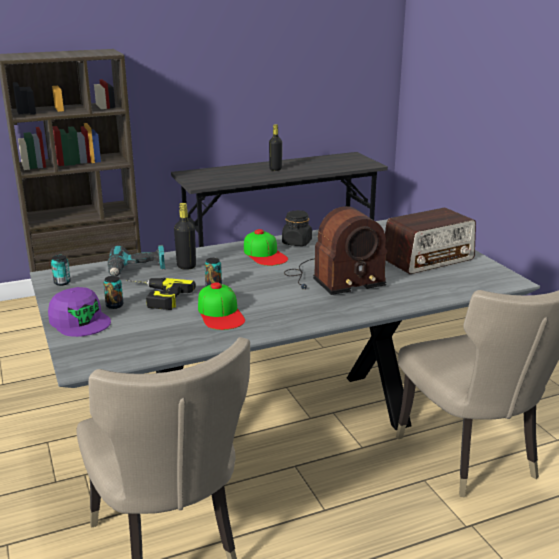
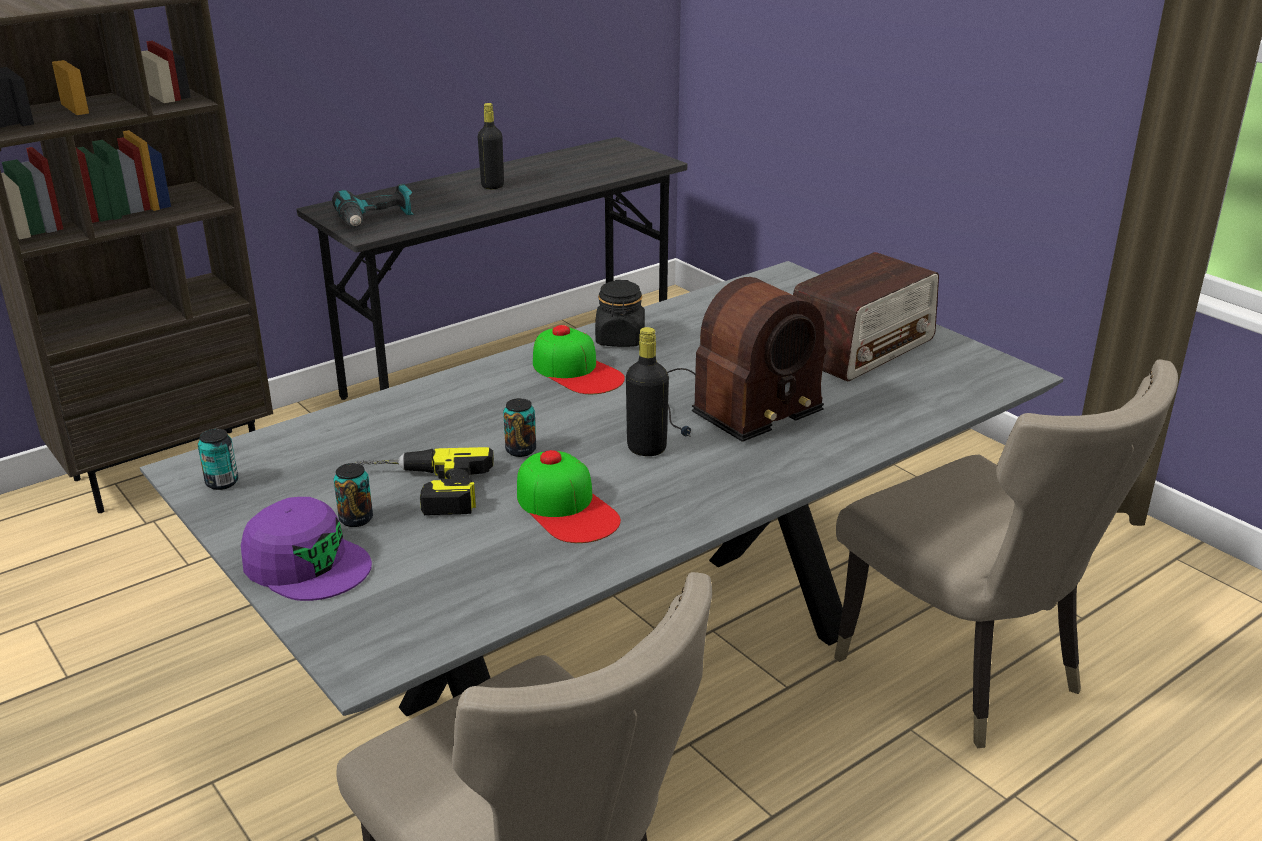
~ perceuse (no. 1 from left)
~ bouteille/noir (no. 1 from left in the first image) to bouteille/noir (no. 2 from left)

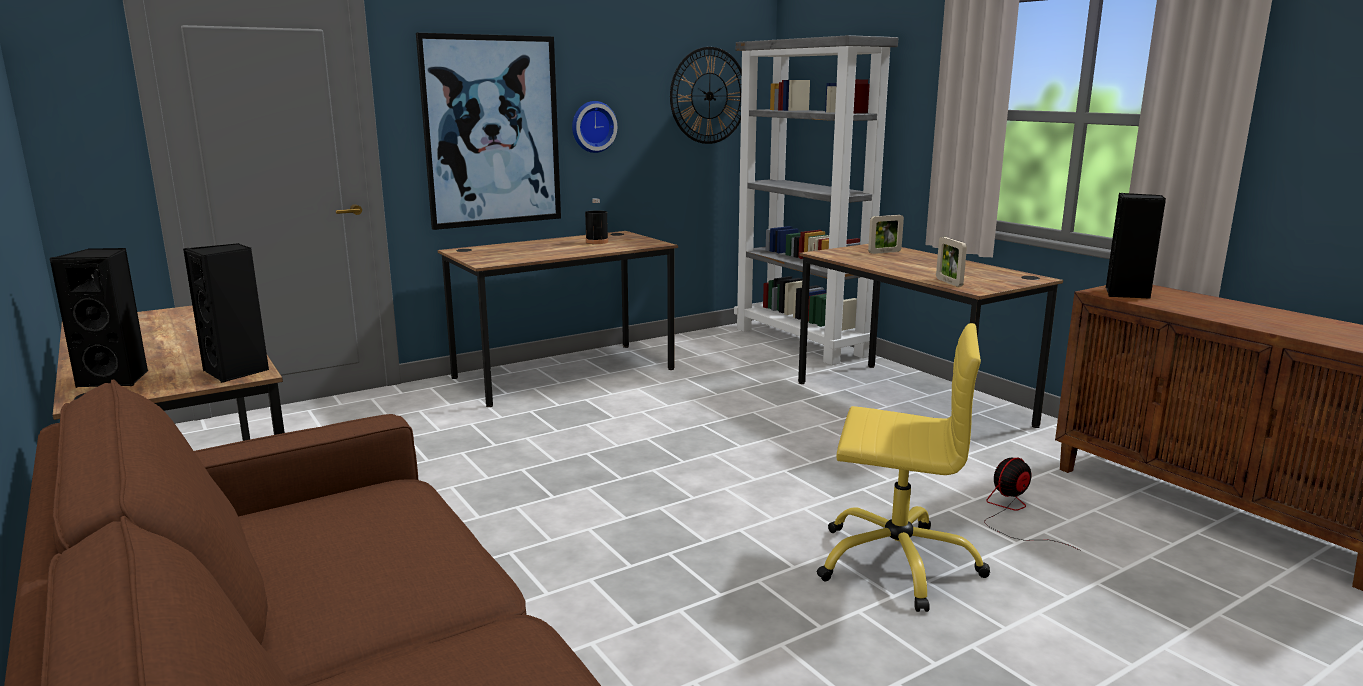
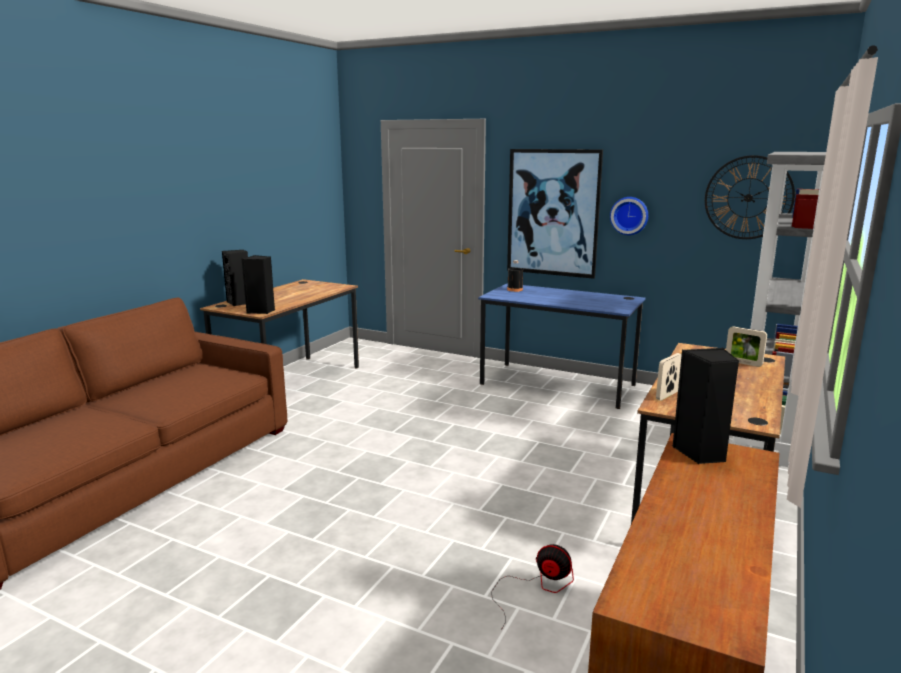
~ bureau/marron (no. 2 from left) to bureau/bleu
~ bouteille/noir
- chaise de bureau/jaune

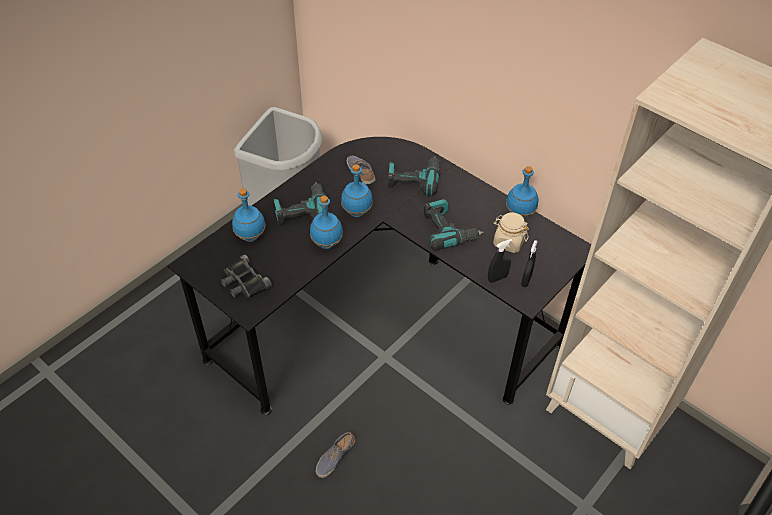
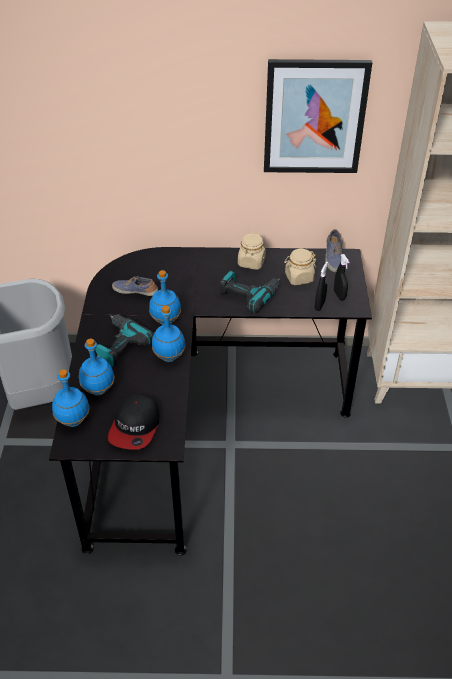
~ bouteille/bleu (no. 4 from left in the first image) to bouteille/bleu (no. 1 from left)
~ jumelles/noir to casquette
+ bocal/beige (no. 1 from left)
+ tableau
~ chaussure (no. 1 from left in the first image) to chaussure (no. 2 from left)
- perceuse (no. 2 from left)

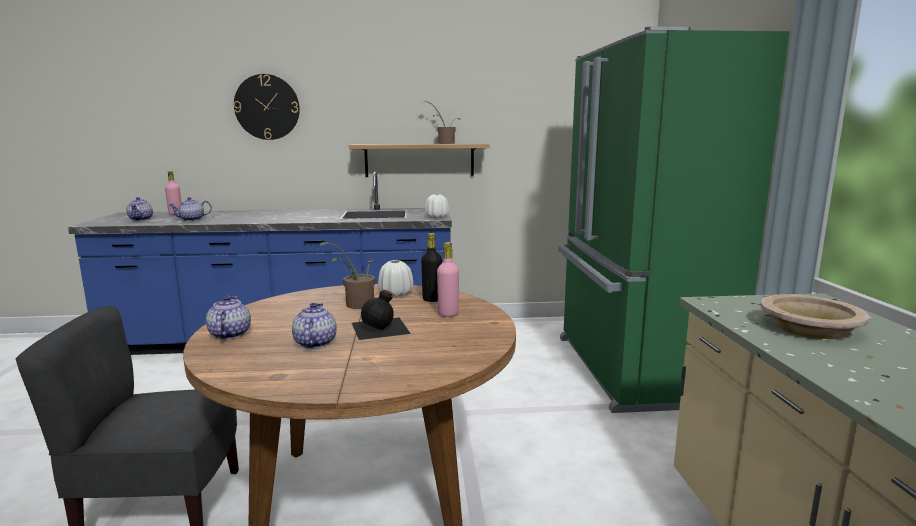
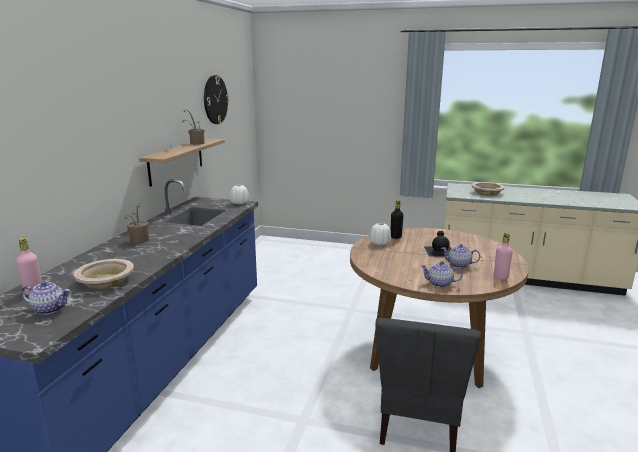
~ théière (no. 2 from left) to bol/beige (no. 1 from left)
~ plante en pot (no. 1 from left)
~ horloge murale
~ bouteille/rose (no. 2 from left)
- réfrigérateur/vert

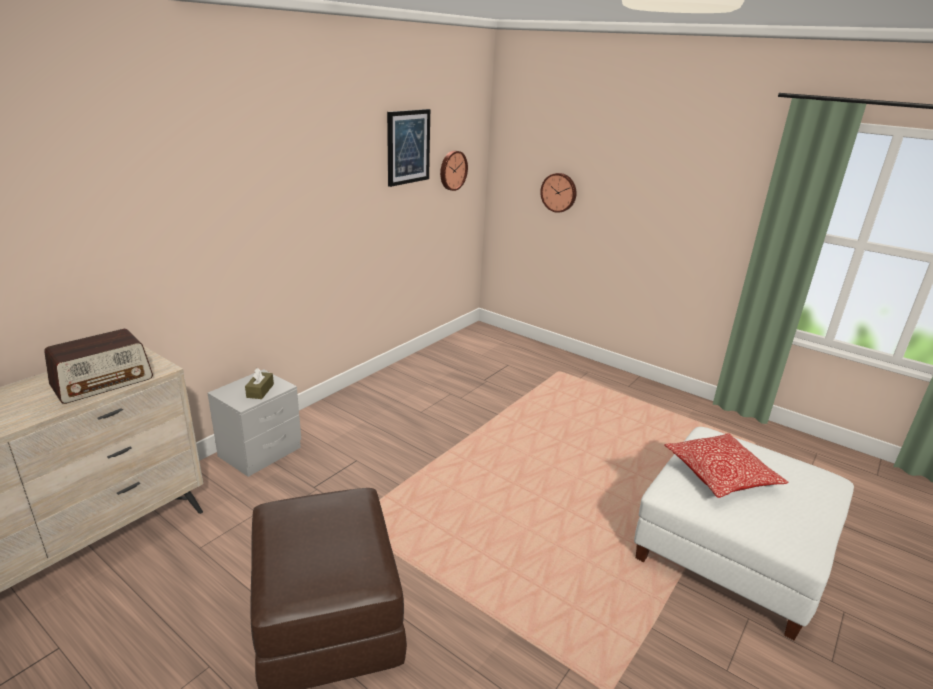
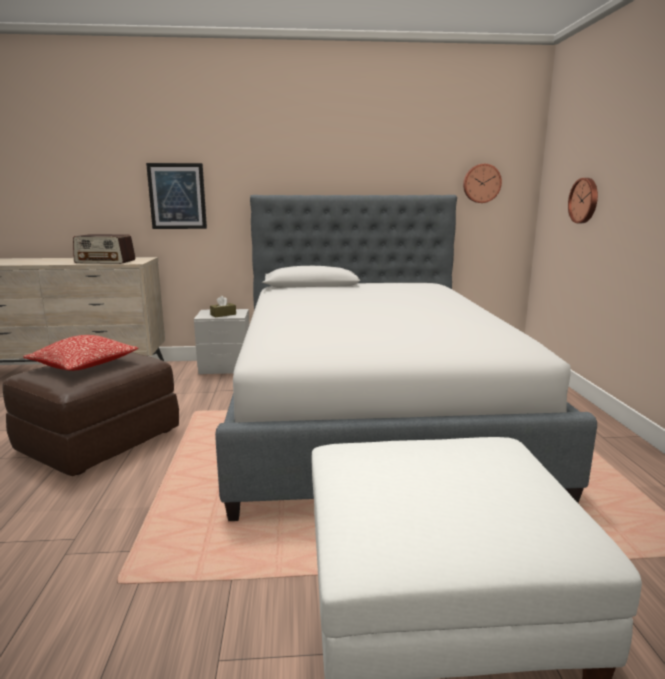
~ coussin
~ tableau
+ lit

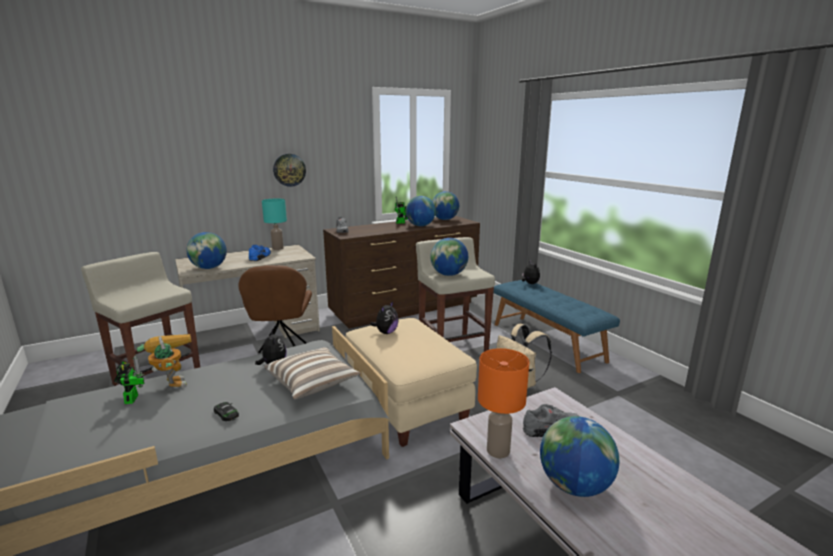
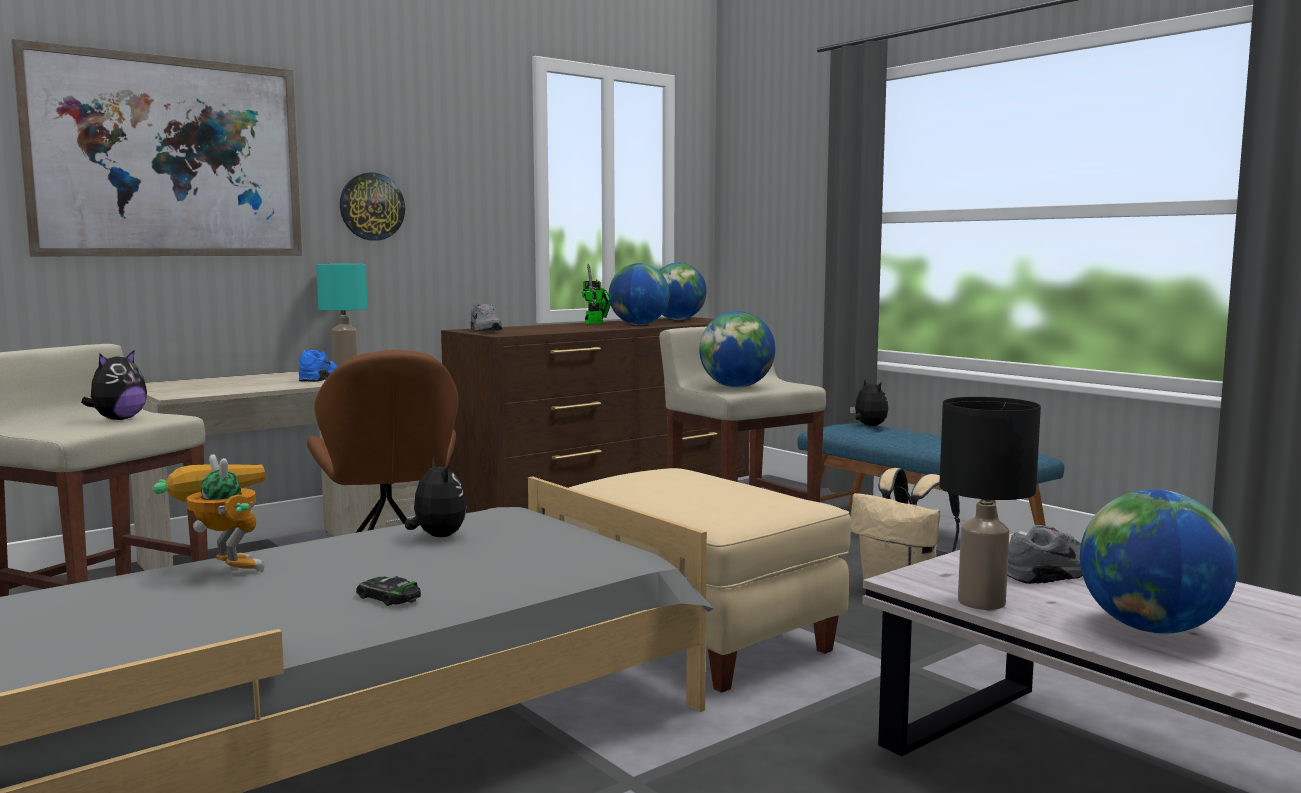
+ tableau
~ peluche (no. 2 from left in the first image) to peluche (no. 1 from left)
~ lampe de table/orange to lampe de table/noir
- robot jouet (no. 1 from left)
- globe (no. 1 from left)
- coussin

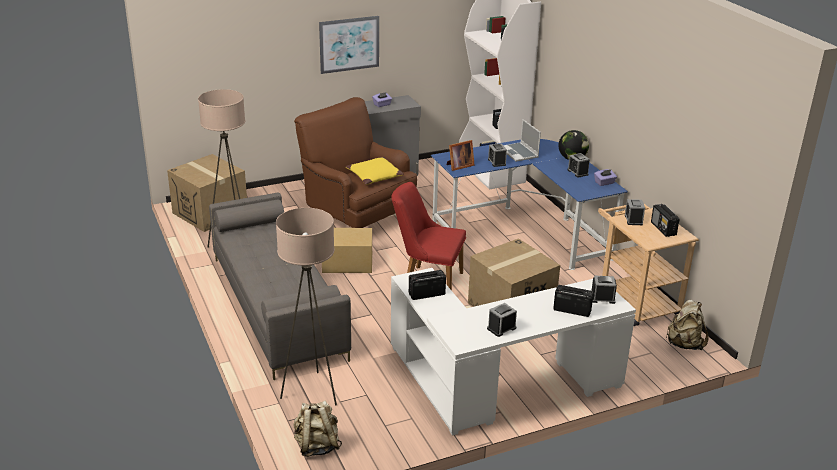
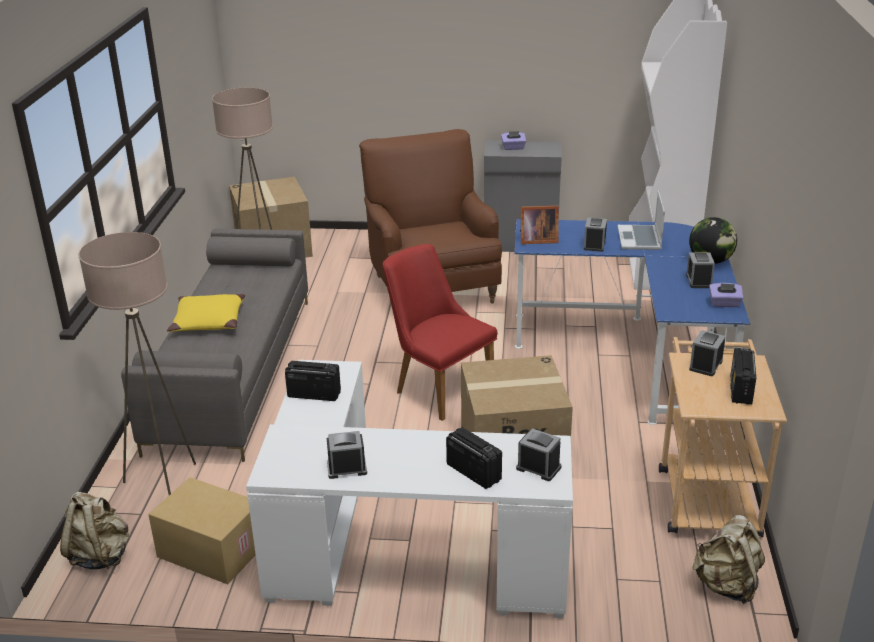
~ carton (no. 2 from left in the first image) to carton (no. 1 from left)
~ coussin/jaune
- tableau

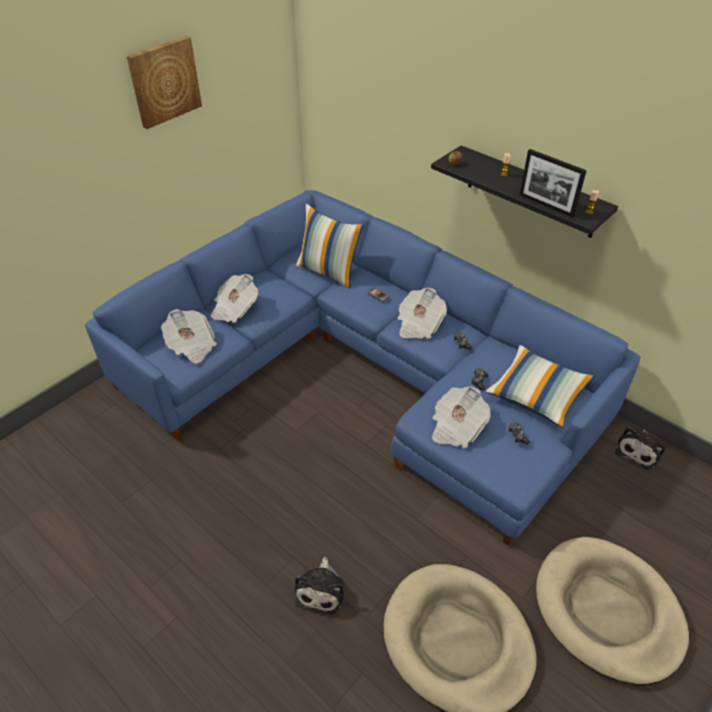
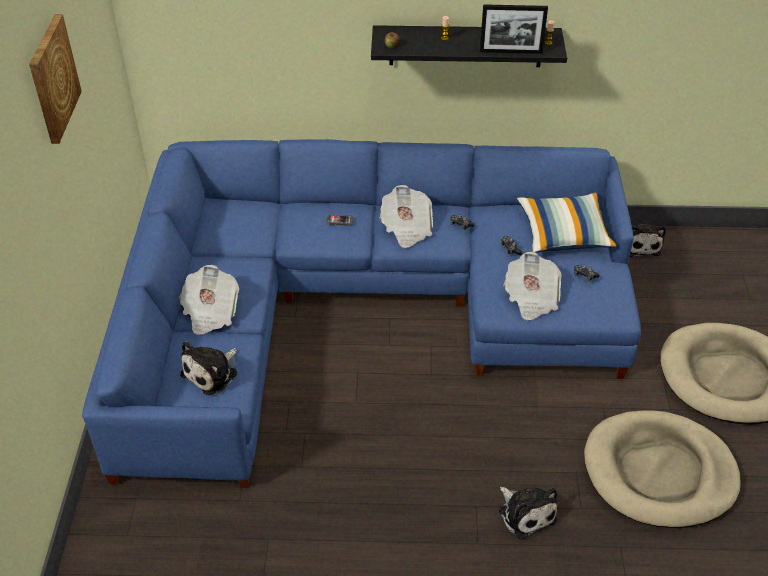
~ journal (no. 1 from left) to peluche (no. 1 from left)
- coussin (no. 1 from left)

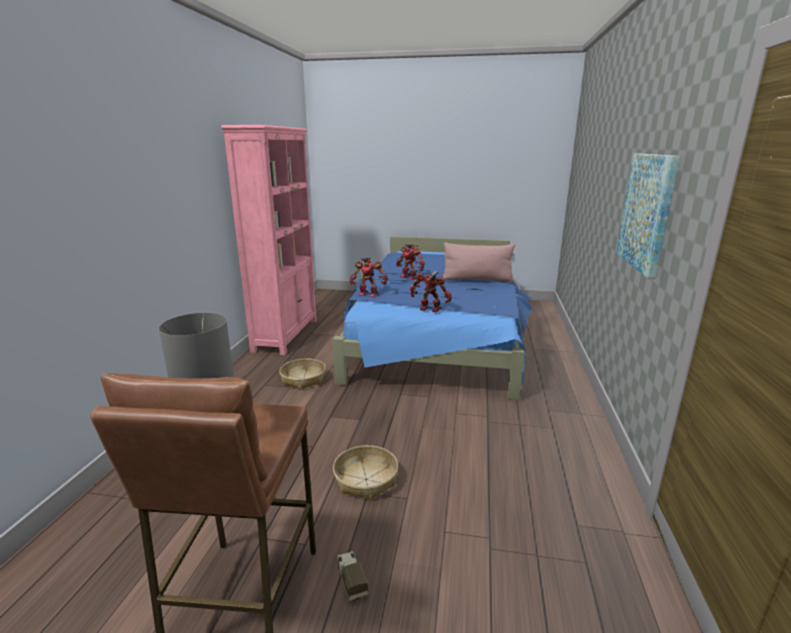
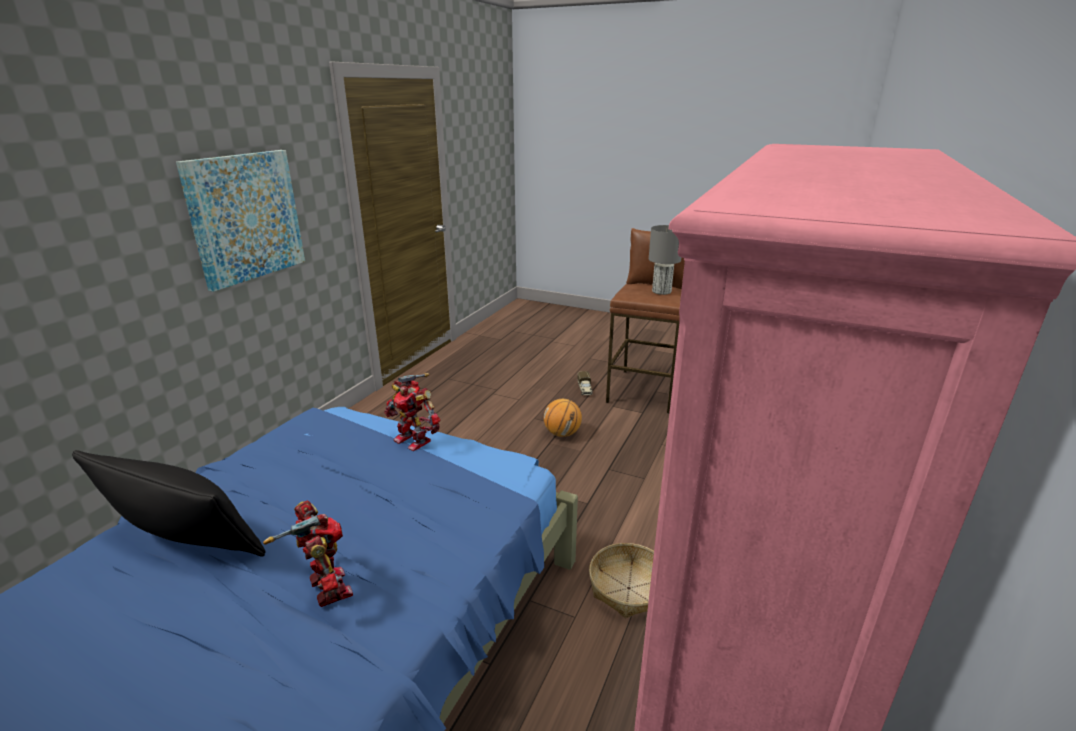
~ coussin/rose to coussin/noir
~ panier (no. 2 from left) to ballon de basket
- robot jouet (no. 1 from left)

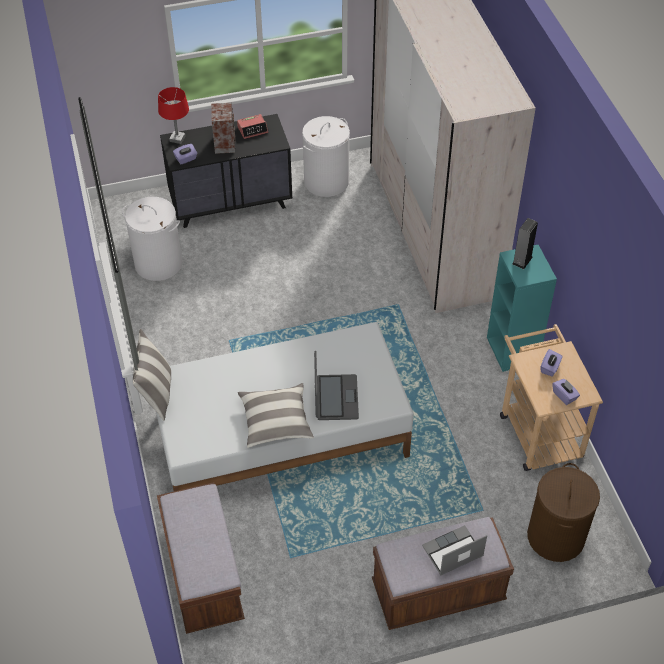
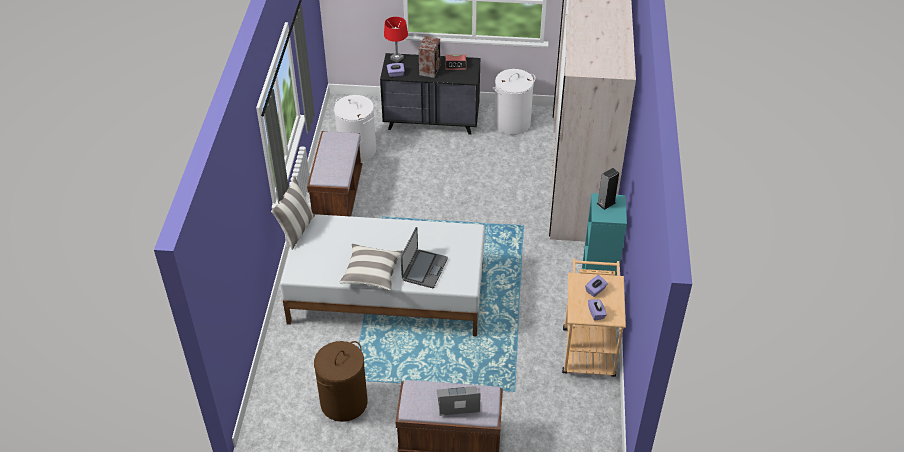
~ banc/marron (no. 1 from left)
~ panier à linge/marron

